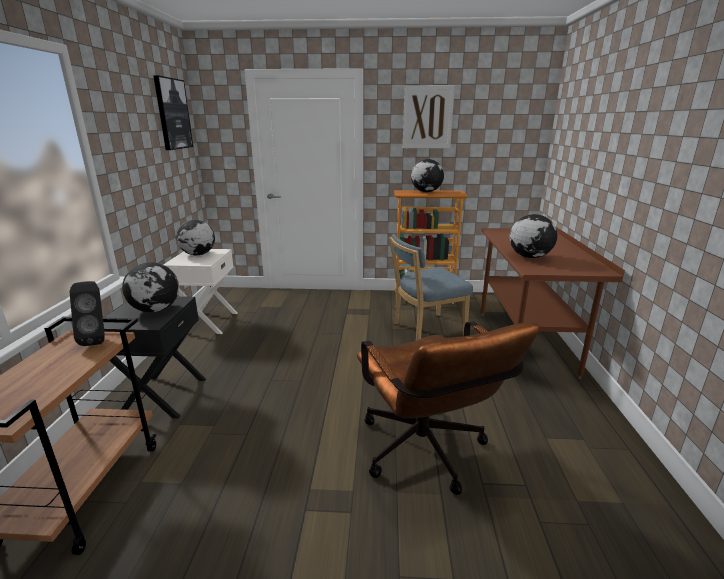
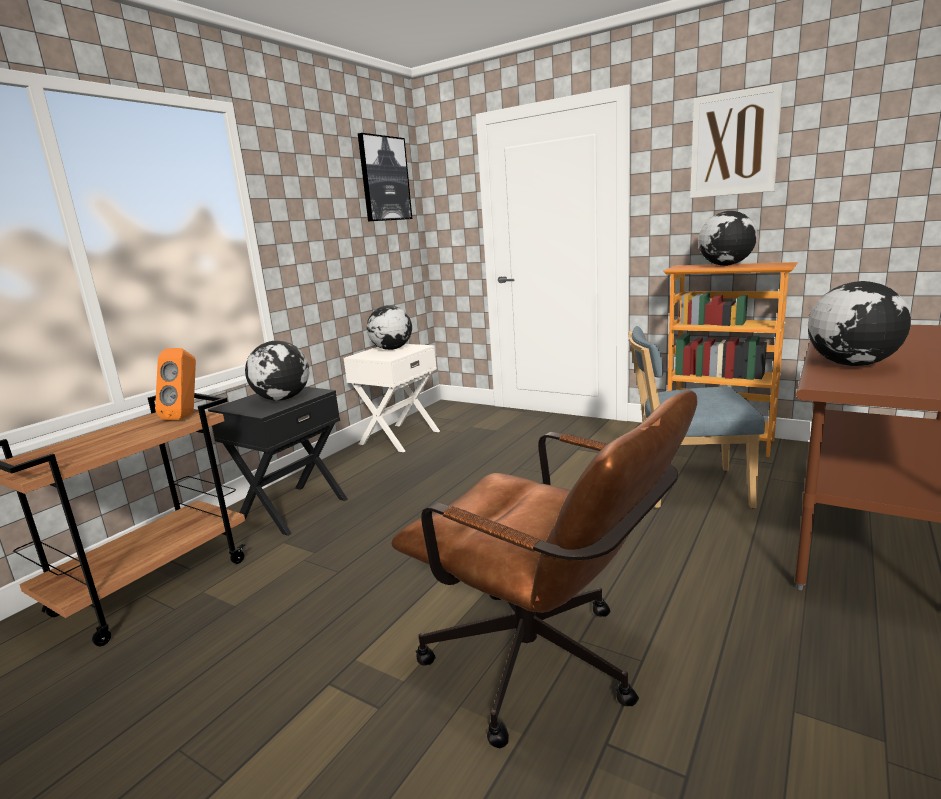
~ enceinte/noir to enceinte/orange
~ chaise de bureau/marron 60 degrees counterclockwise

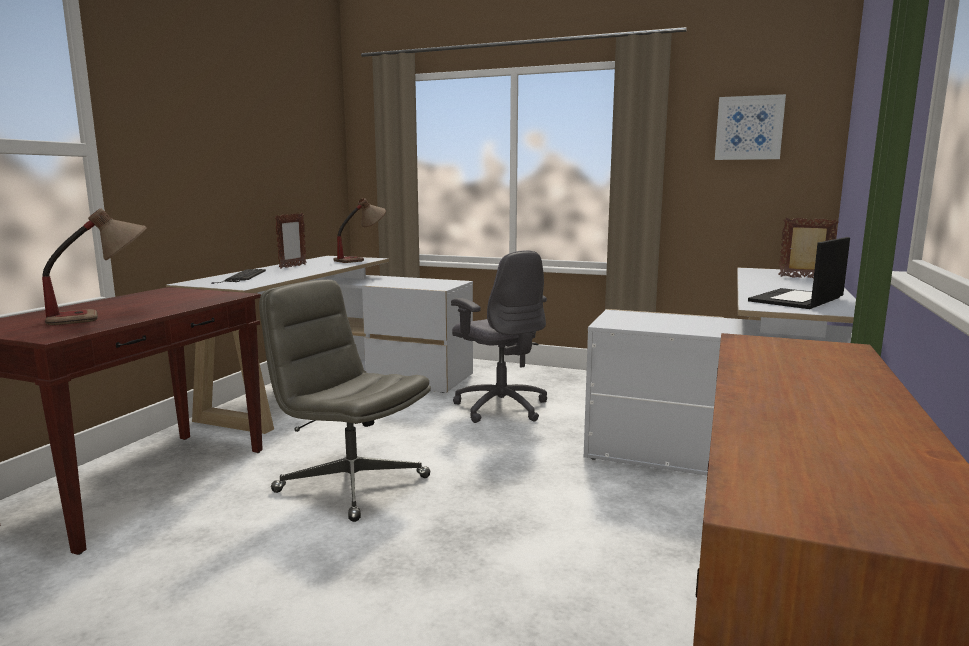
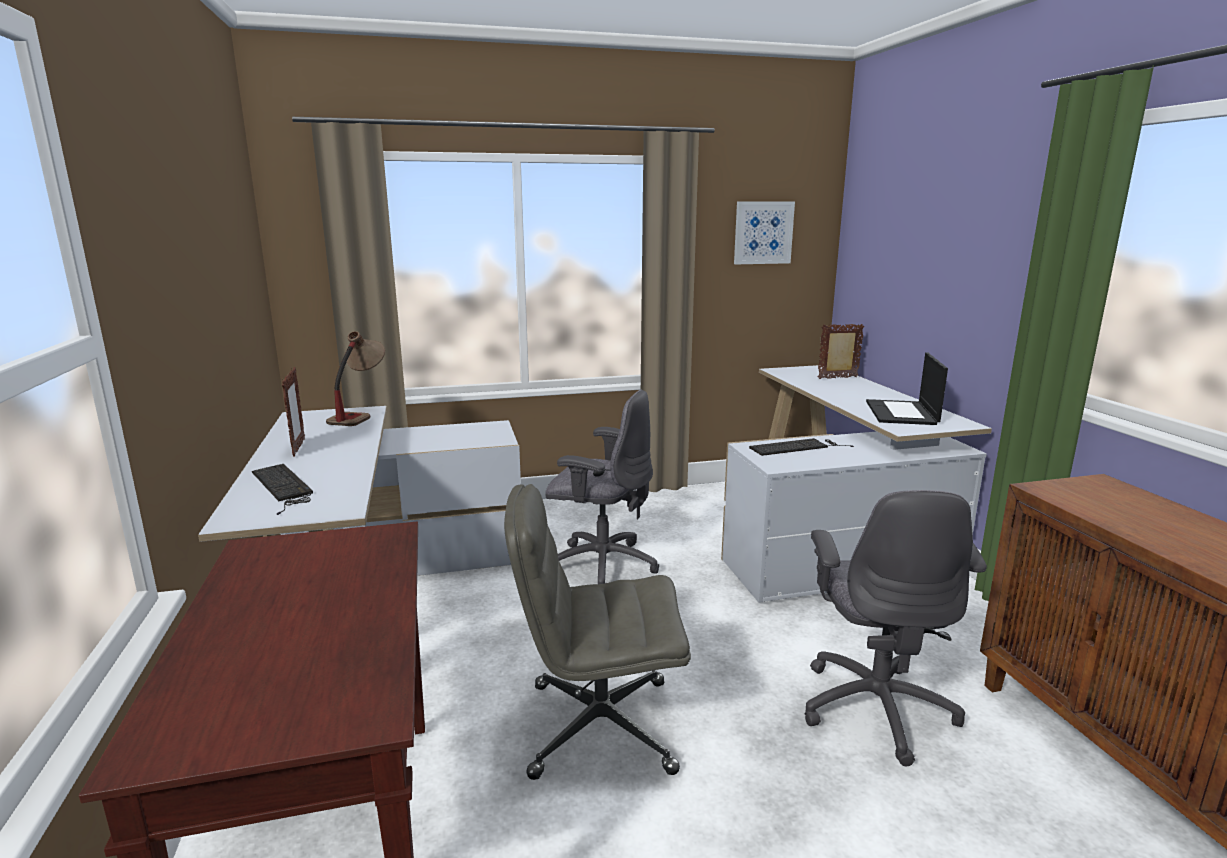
+ clavier (no. 2 from left)
+ chaise de bureau/gris (no. 3 from left)
- lampe de table (no. 1 from left)

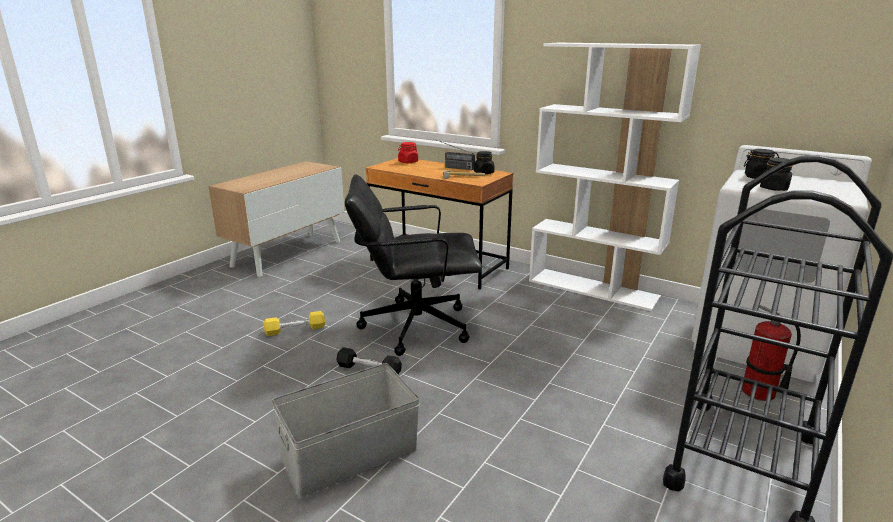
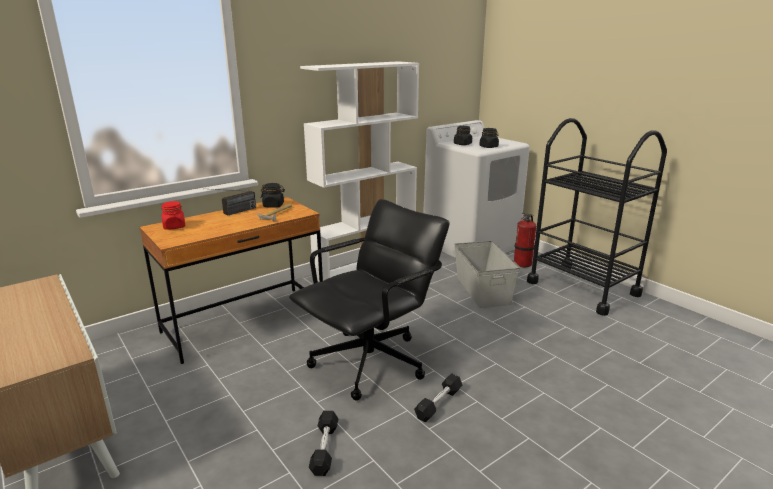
~ chaise de bureau/noir 150 degrees counterclockwise
~ haltère/jaune to haltère/noir (no. 1 from left)
~ boîte de rangement/gris

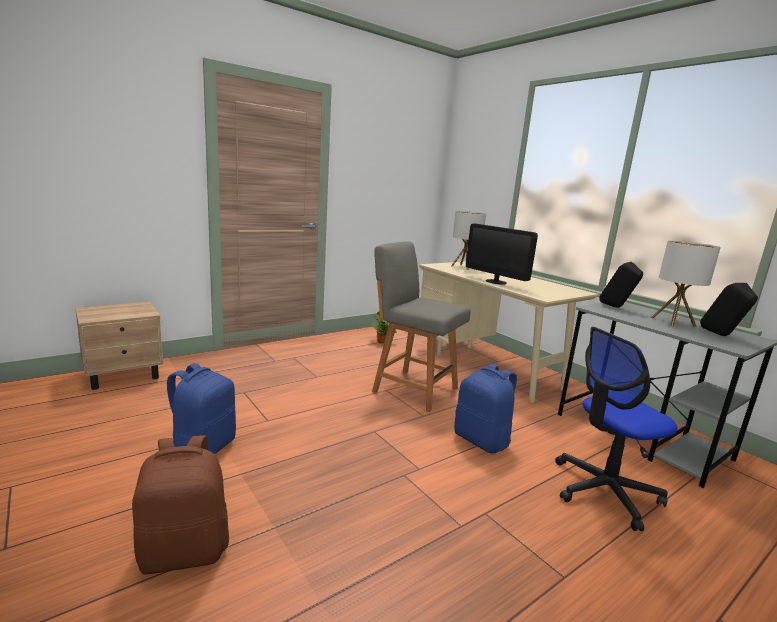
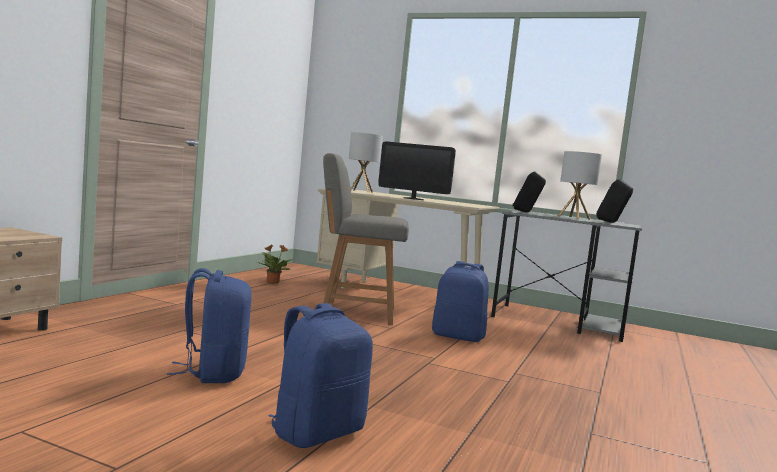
~ sac à dos/marron to sac à dos/bleu (no. 2 from left)
- chaise de bureau

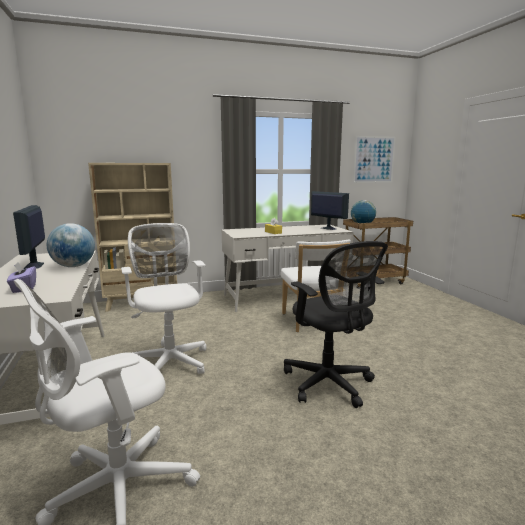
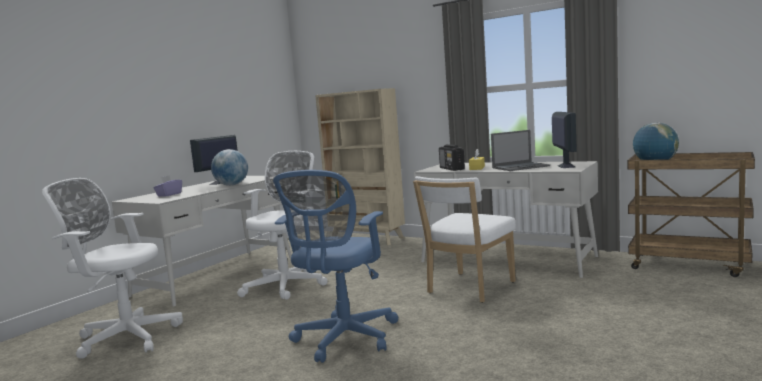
~ chaise de bureau/noir to chaise de bureau/bleu
+ radio
+ ordinateur portable
- tableau

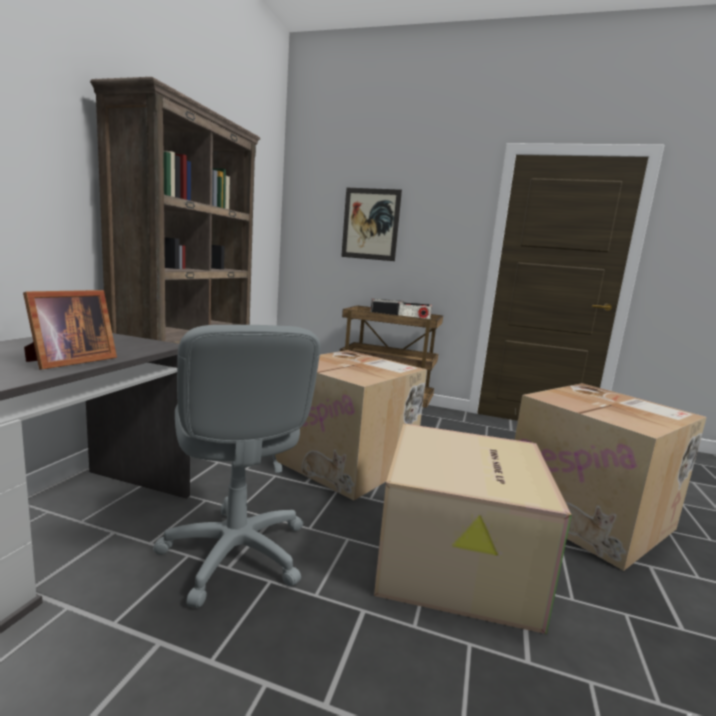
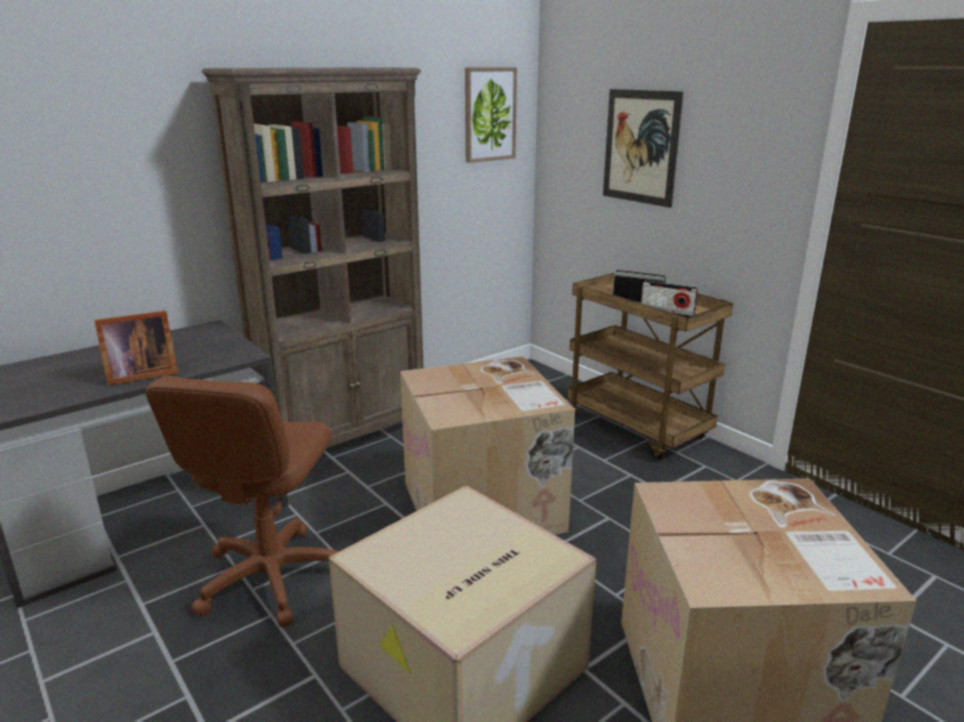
~ chaise de bureau/gris to chaise de bureau/marron
+ tableau (no. 1 from left)

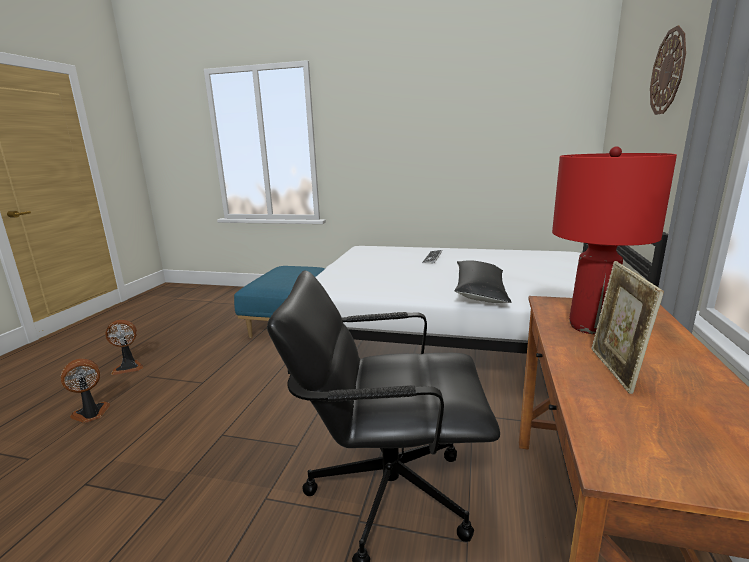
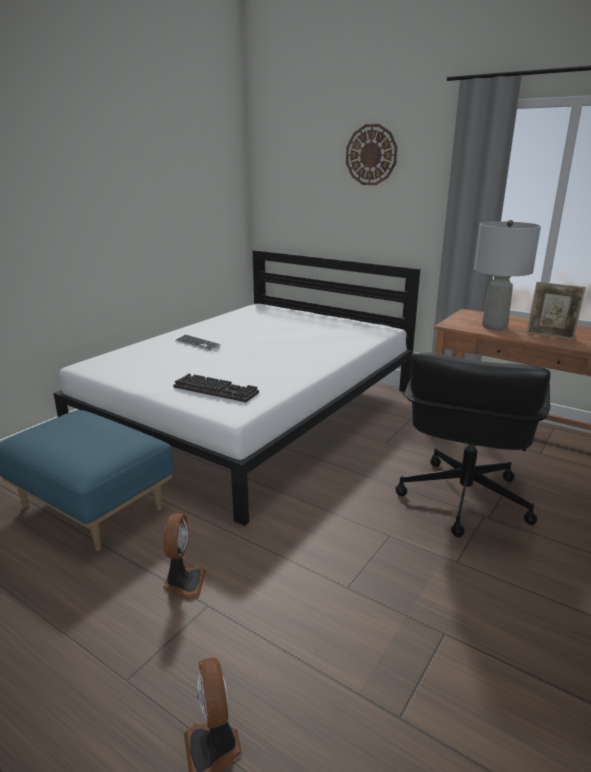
~ ventilateur (no. 2 from left in the first image) to ventilateur (no. 1 from left)
+ clavier (no. 2 from left)
~ lampe de table/rouge to lampe de table/gris
- coussin/noir

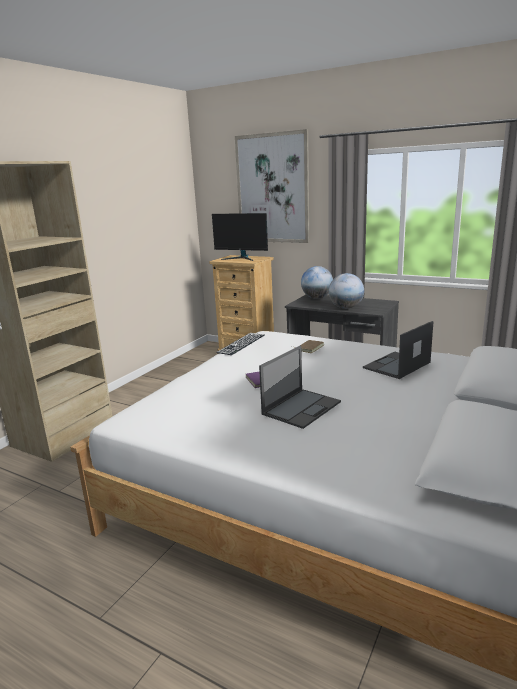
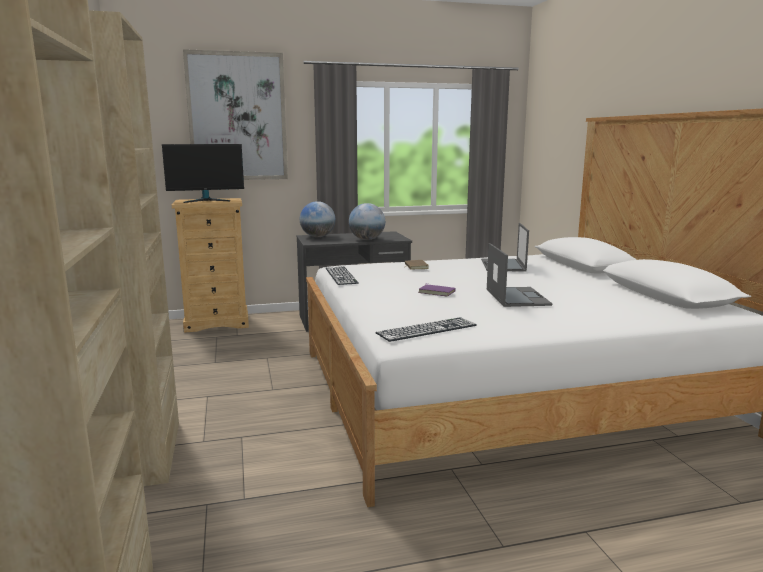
+ clavier (no. 2 from left)

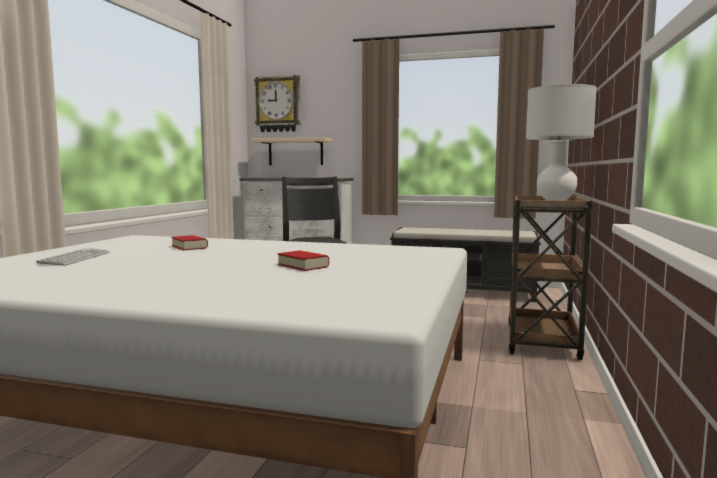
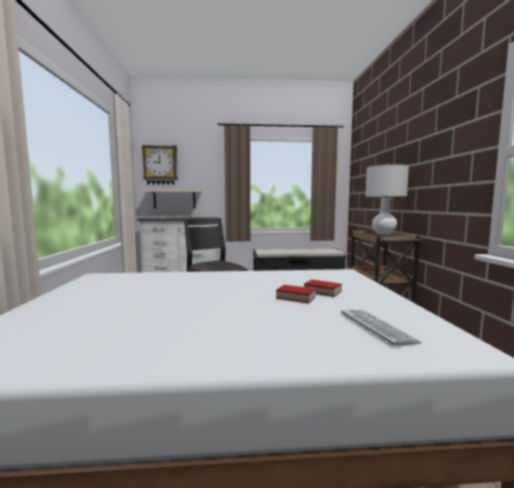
~ livre (no. 1 from left in the first image) to livre (no. 2 from left)
~ clavier

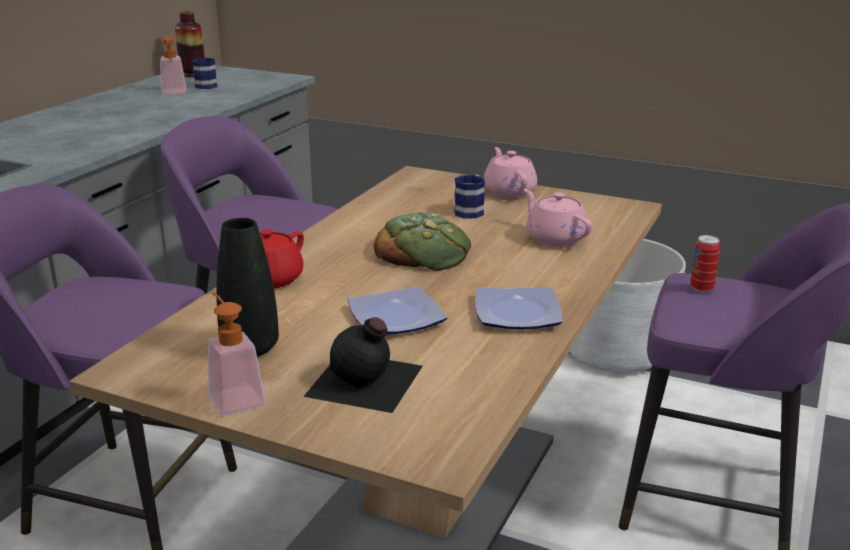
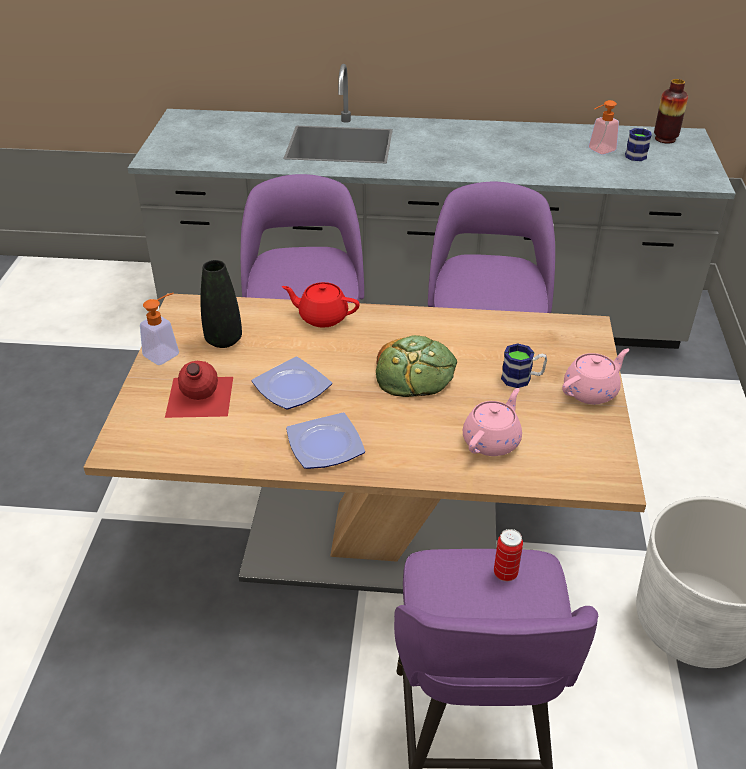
~ bouteille/noir to bouteille/rouge

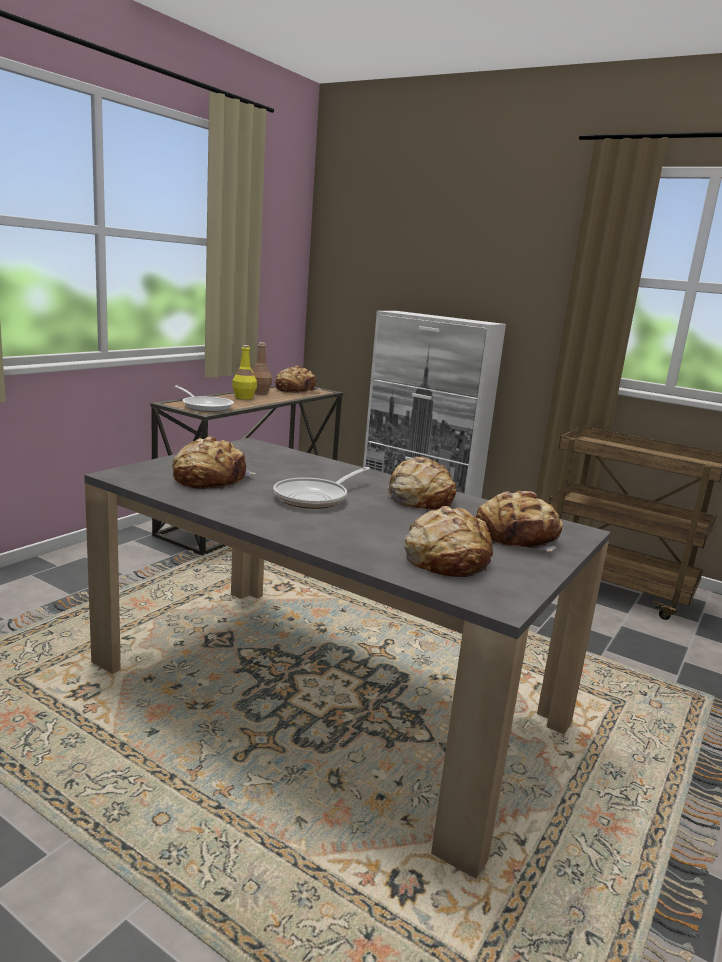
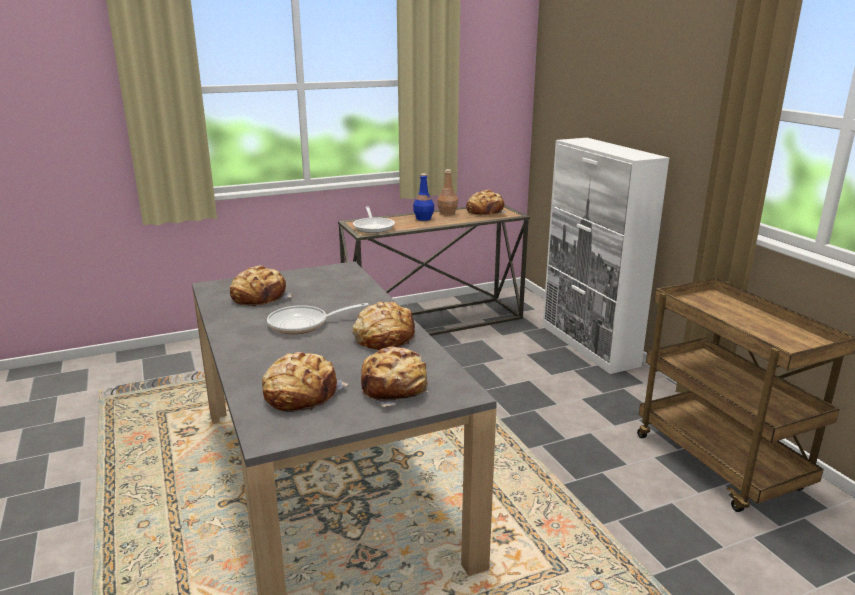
~ bouteille/jaune to bouteille/bleu

